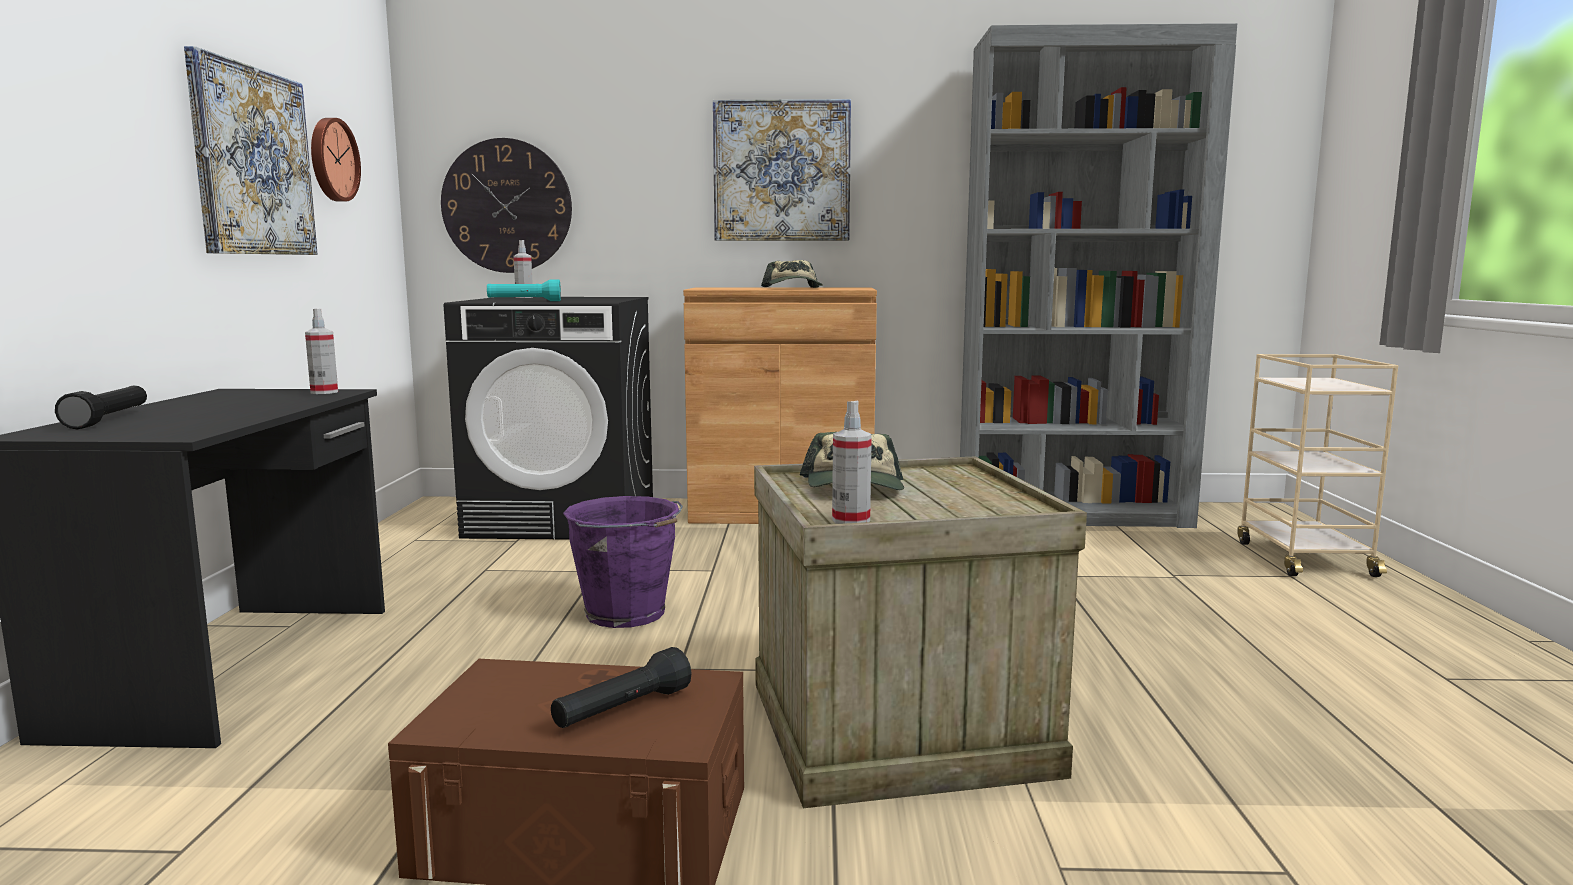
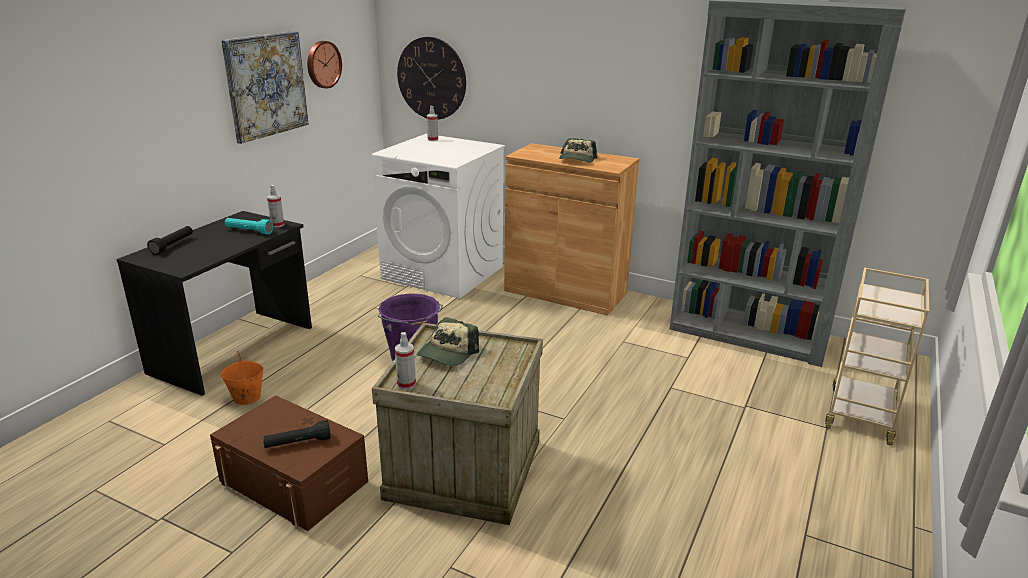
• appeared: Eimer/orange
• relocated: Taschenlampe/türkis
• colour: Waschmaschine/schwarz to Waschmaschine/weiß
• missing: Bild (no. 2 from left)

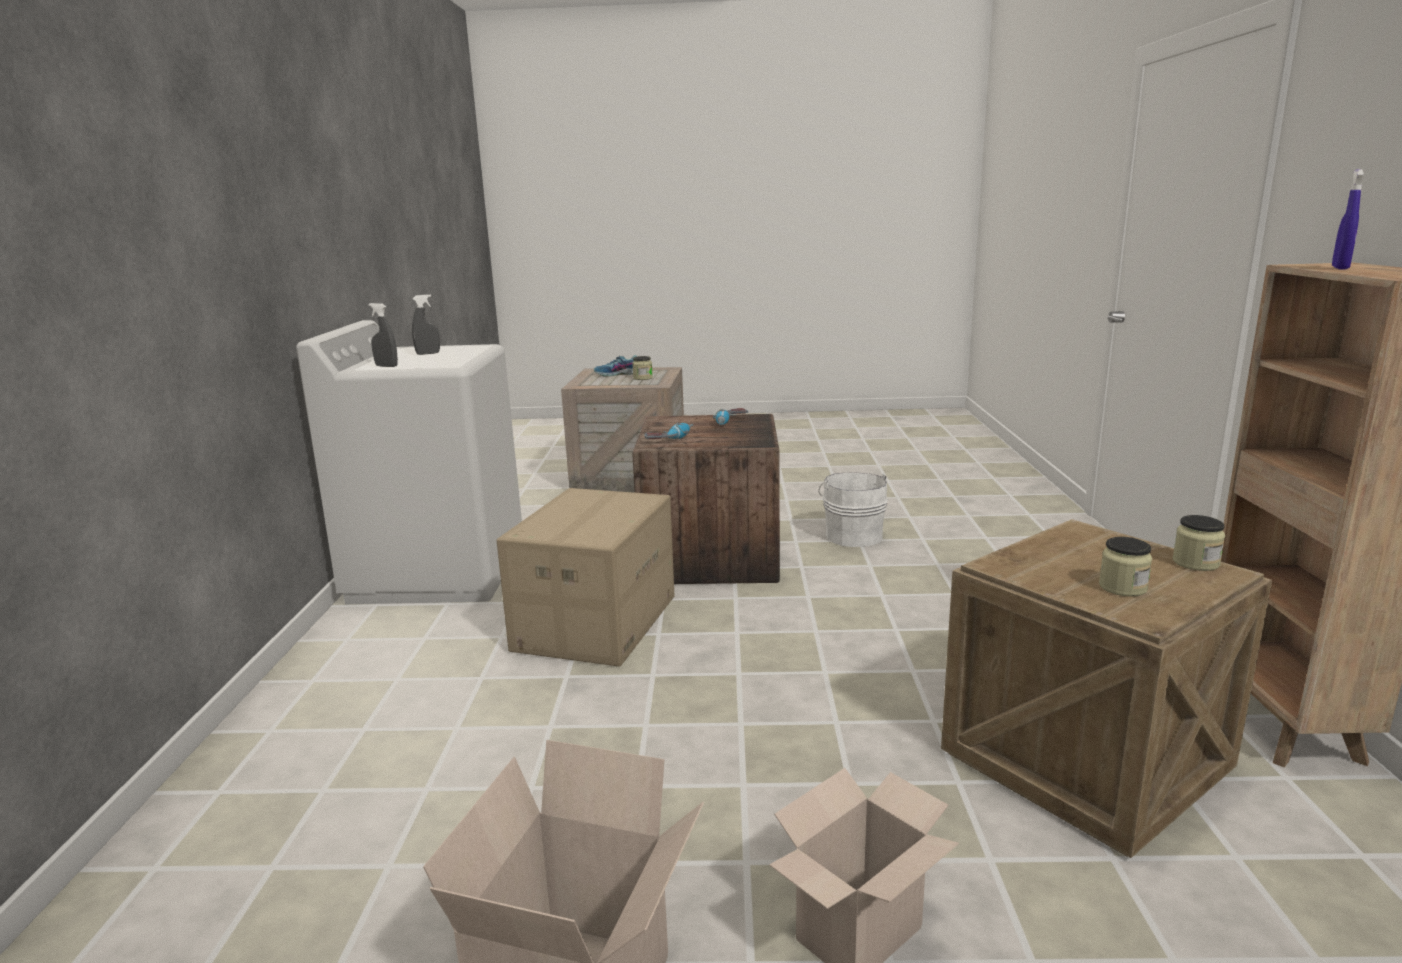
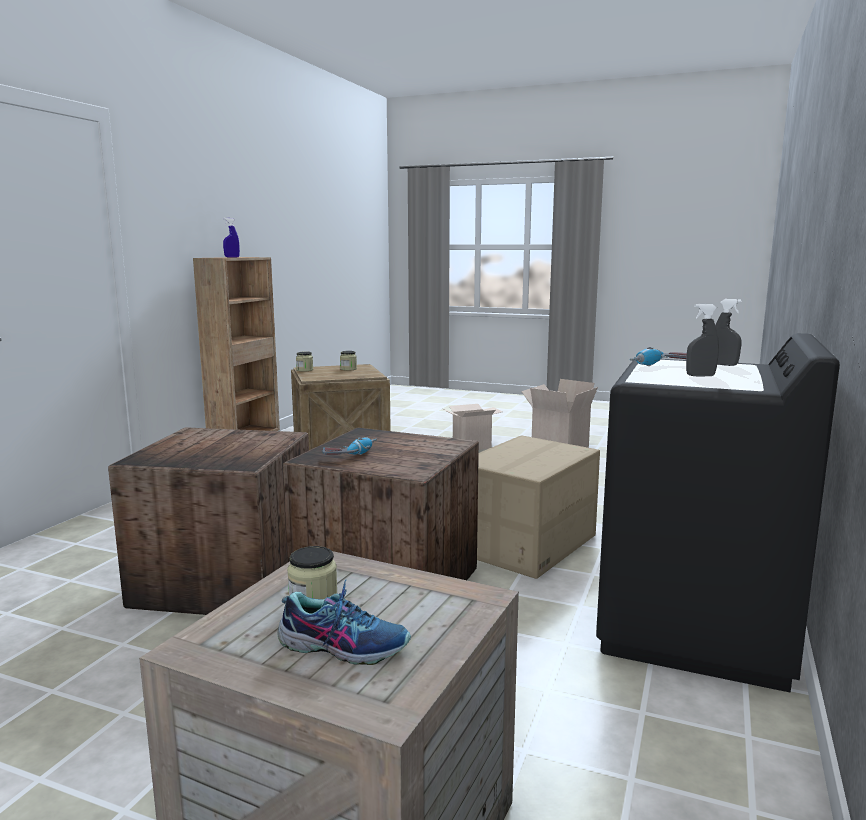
• exchanged: Eimer/weiß to Kiste (no. 1 from left)
• colour: Waschmaschine/weiß to Waschmaschine/schwarz
• relocated: Bohrmaschine (no. 1 from left in the first image) to Bohrmaschine (no. 2 from left)

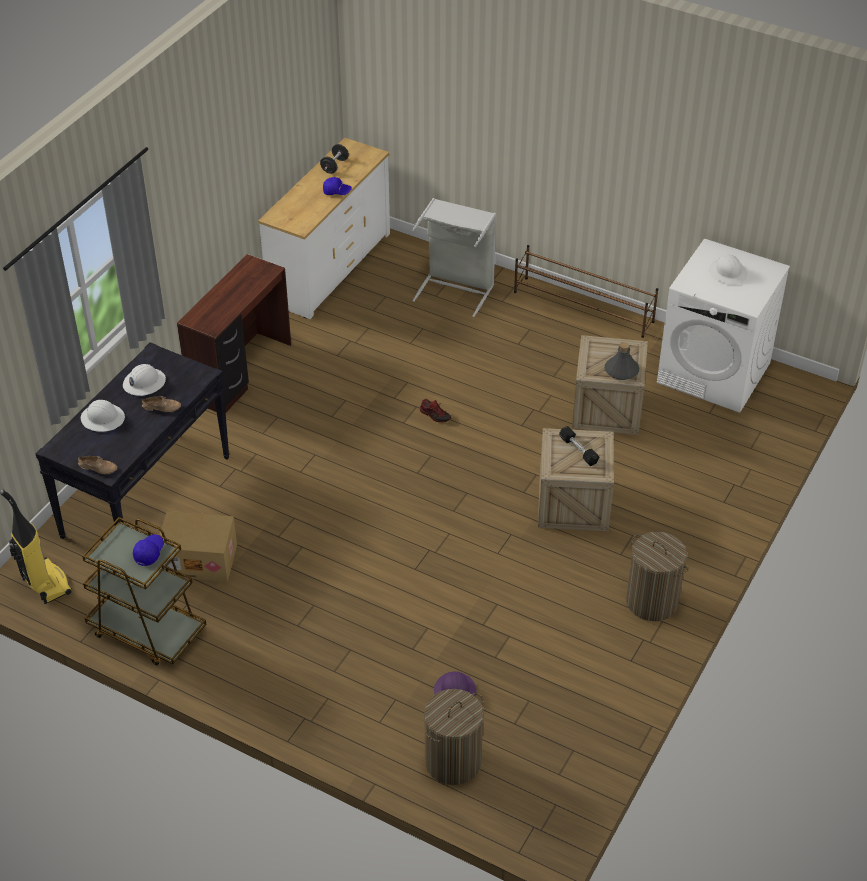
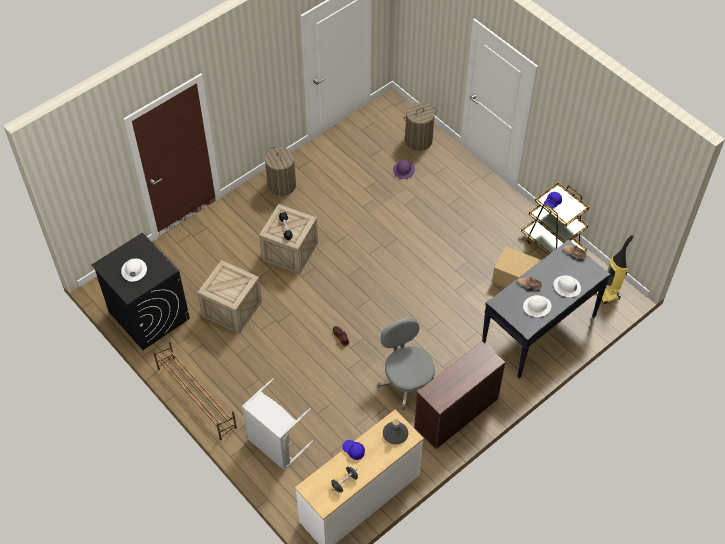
• colour: Waschmaschine/weiß to Waschmaschine/schwarz
• appeared: Bürostuhl/grau
• relocated: Flasche/grau

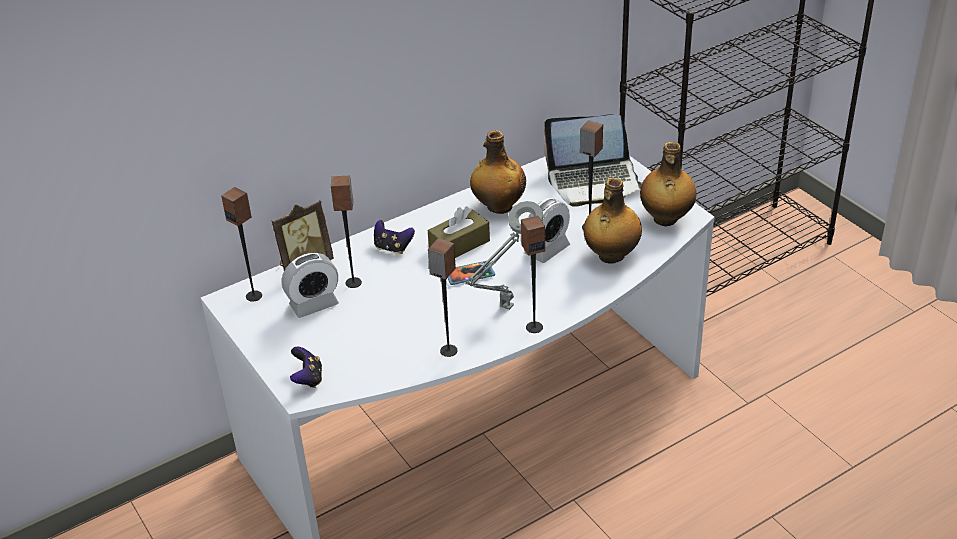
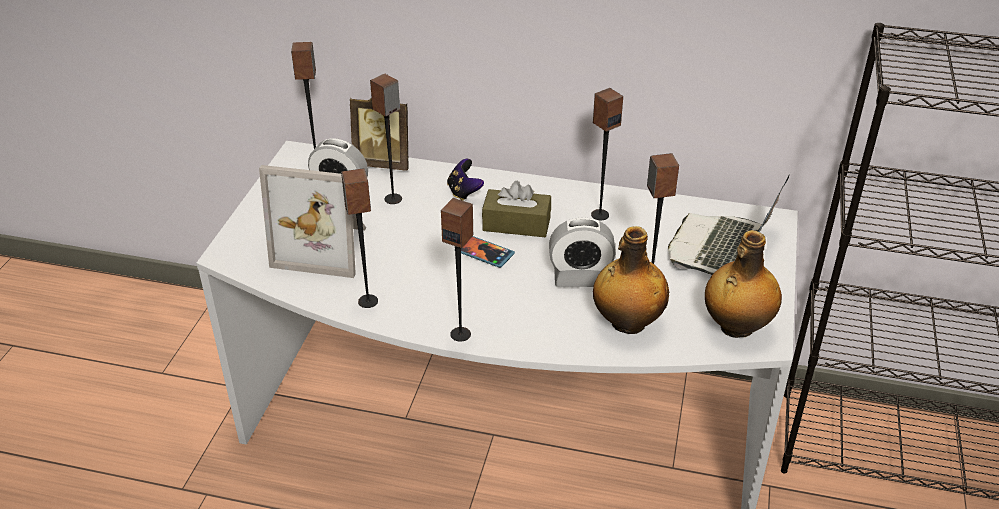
• appeared: Bilderrahmen (no. 1 from left)
• exchanged: Flasche (no. 1 from left) to Lautsprecher (no. 5 from left)
• spun: Laptop 75 degrees clockwise
• missing: Gamepad (no. 1 from left)
• missing: Tischlampe/grau

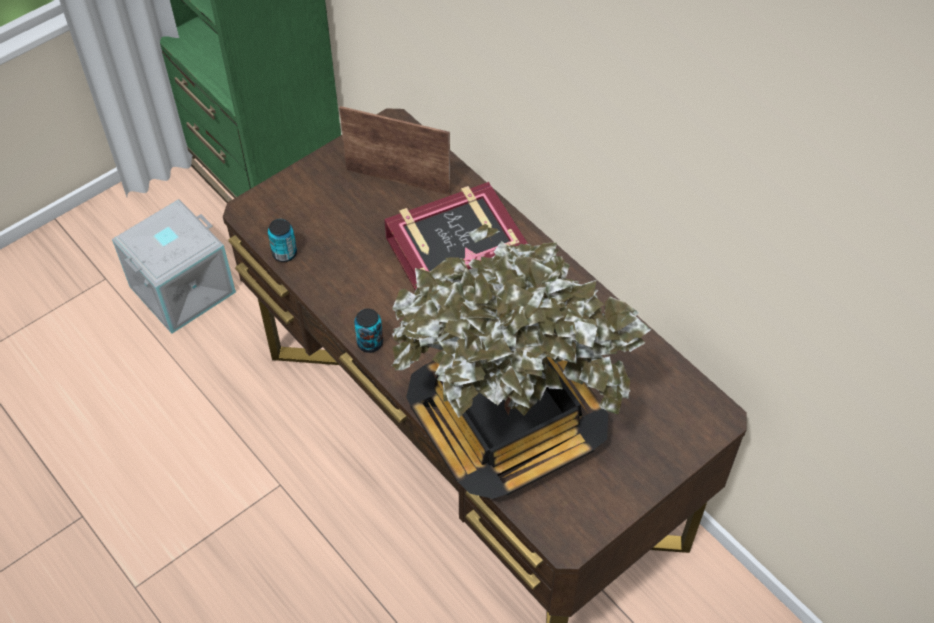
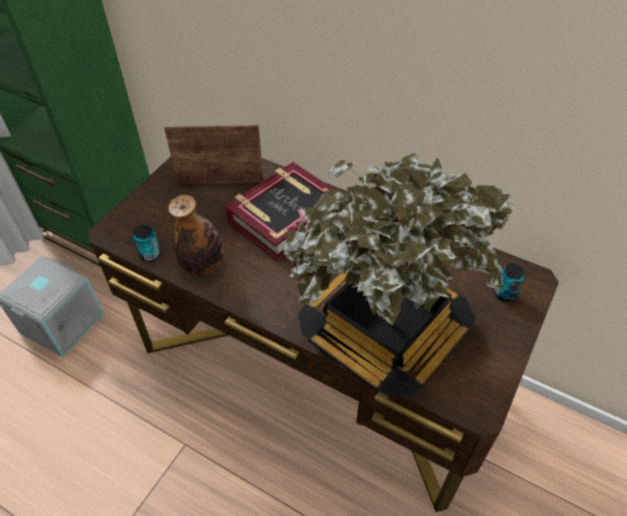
• appeared: Flasche
• relocated: Dose (no. 2 from left)

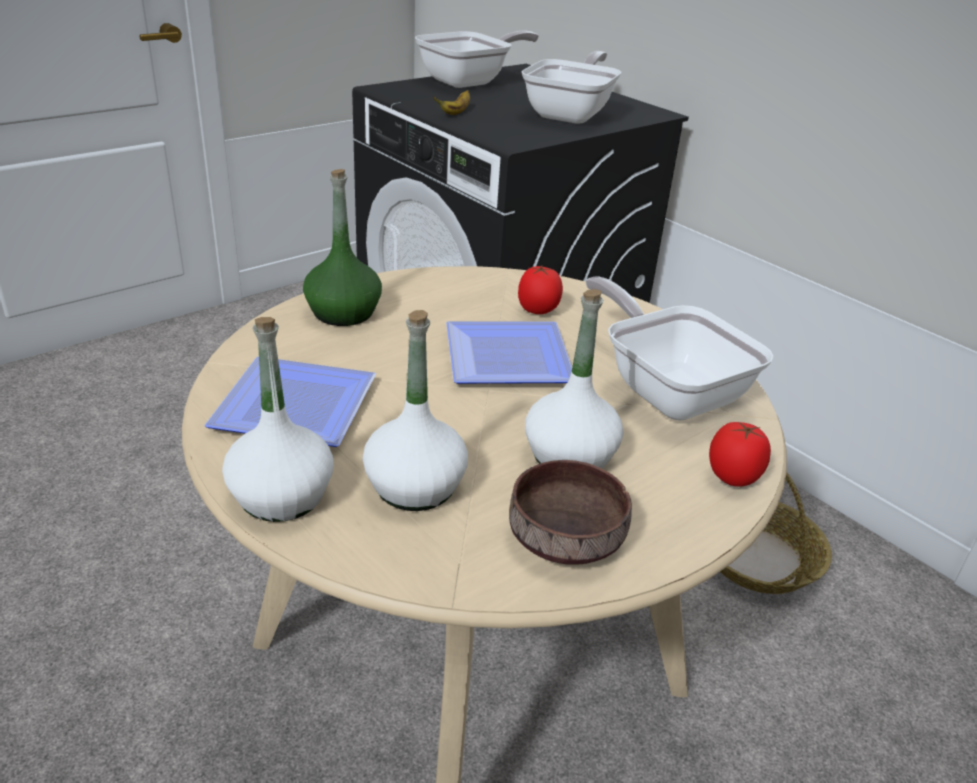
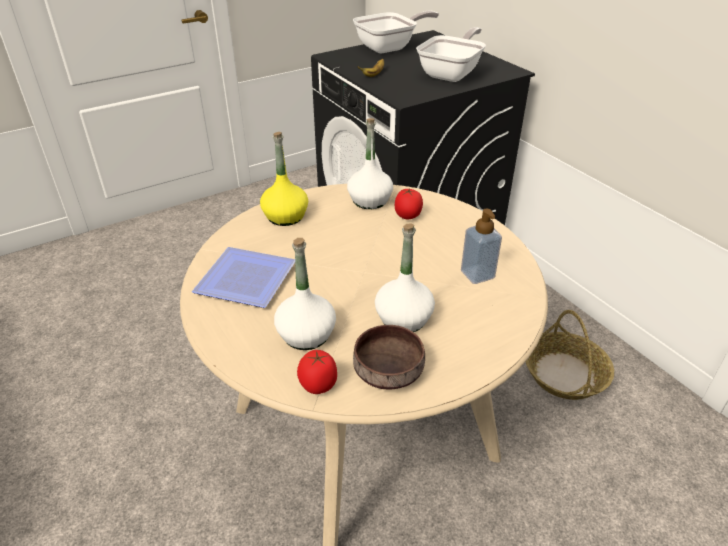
• colour: Flasche/grün to Flasche/gelb
• relocated: Tomate (no. 2 from left in the first image) to Tomate (no. 1 from left)
• relocated: Flasche/weiß (no. 1 from left in the first image) to Flasche/weiß (no. 2 from left)
• exchanged: Pfanne (no. 3 from left) to Seifenspender
• missing: Teller (no. 2 from left)

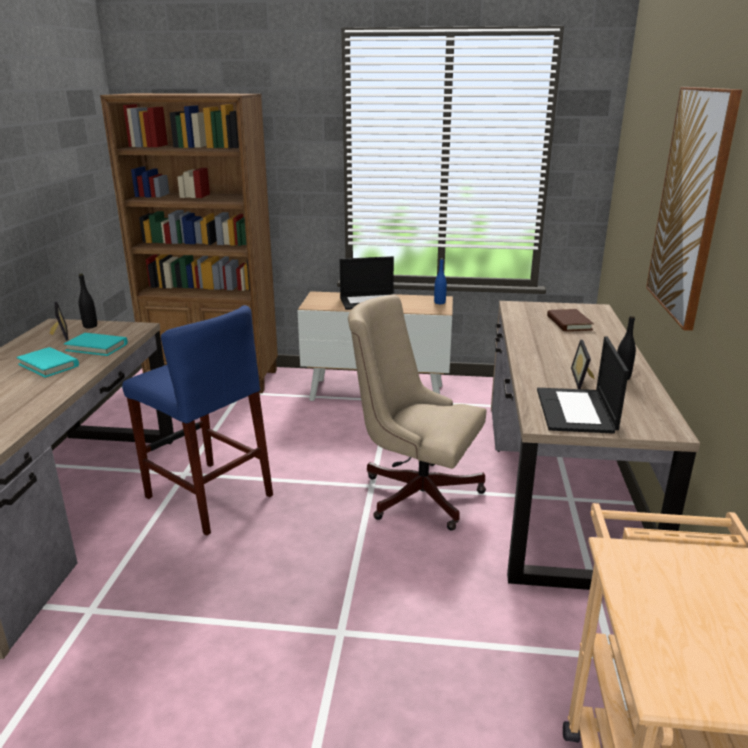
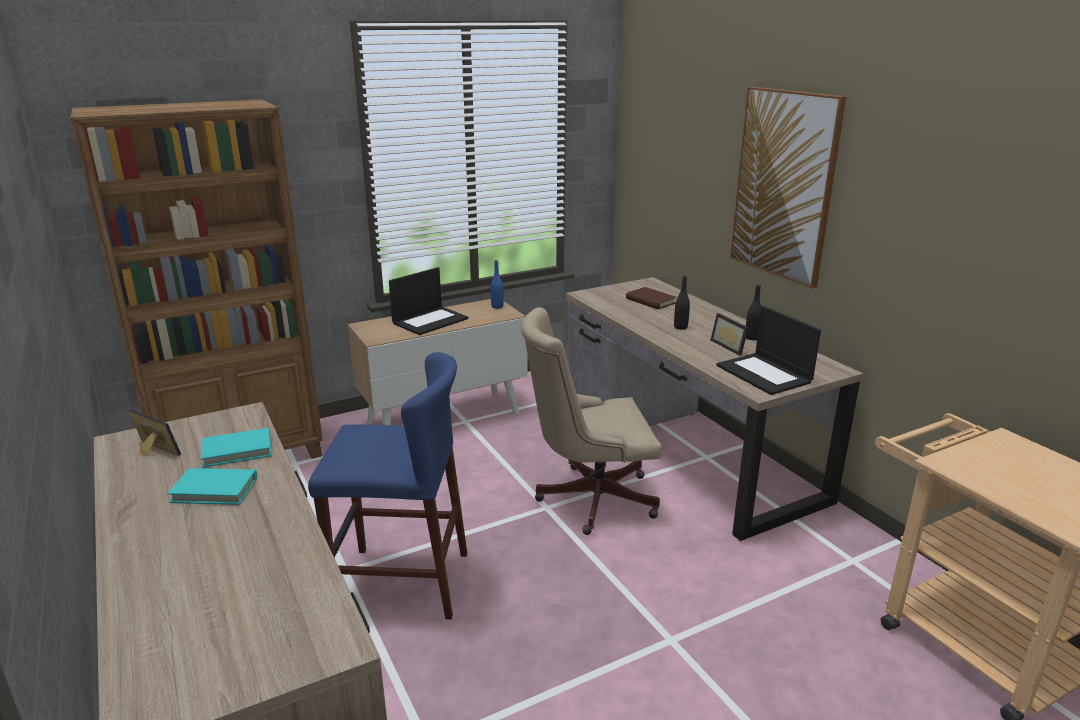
• relocated: Flasche/schwarz (no. 1 from left)

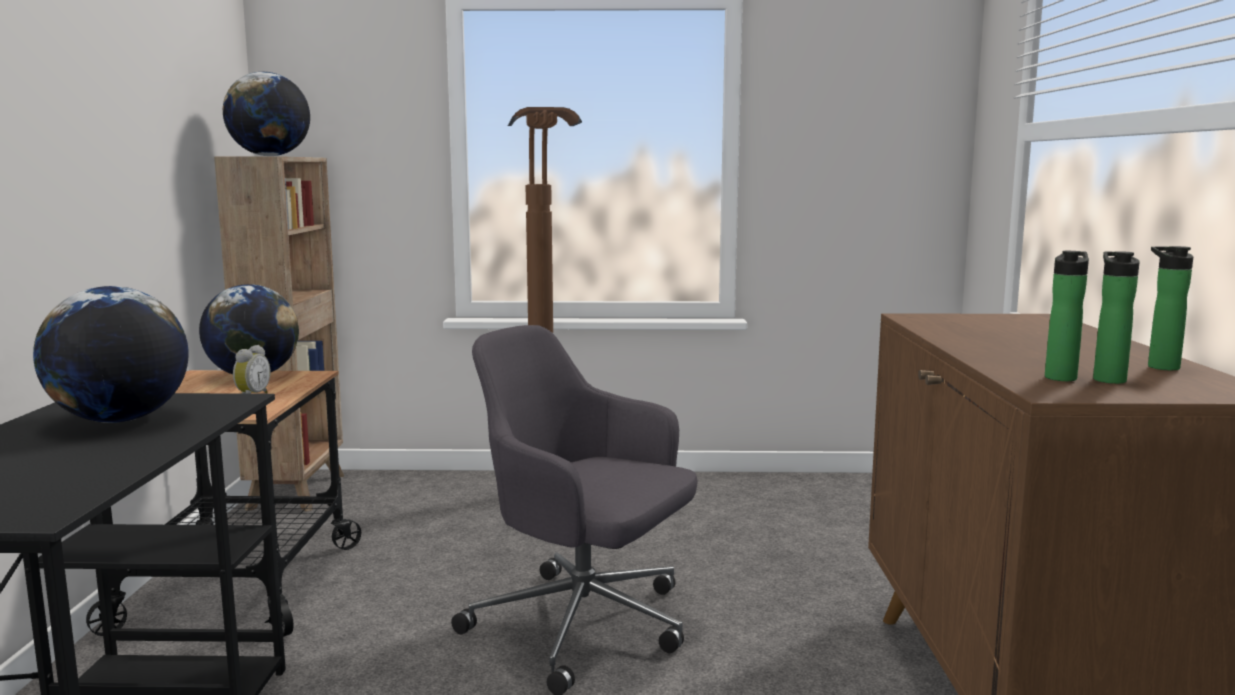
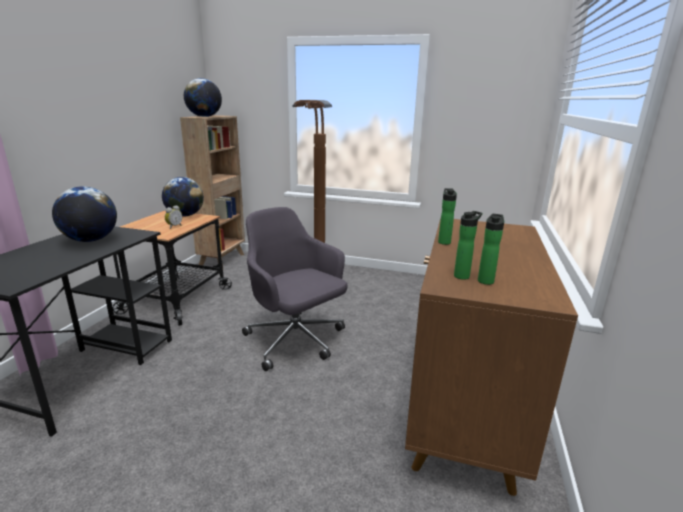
• relocated: Flasche (no. 3 from left in the first image) to Flasche (no. 1 from left)

